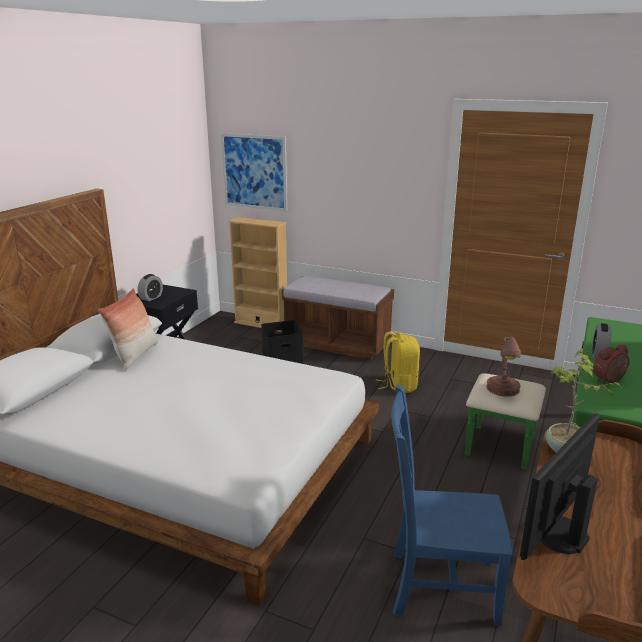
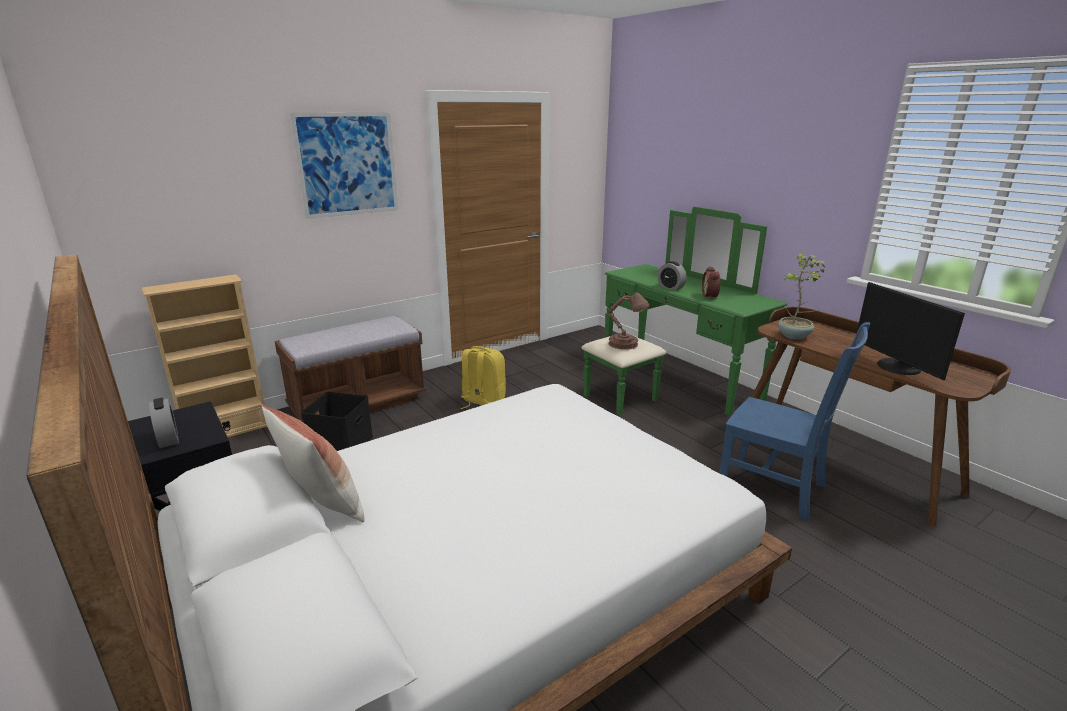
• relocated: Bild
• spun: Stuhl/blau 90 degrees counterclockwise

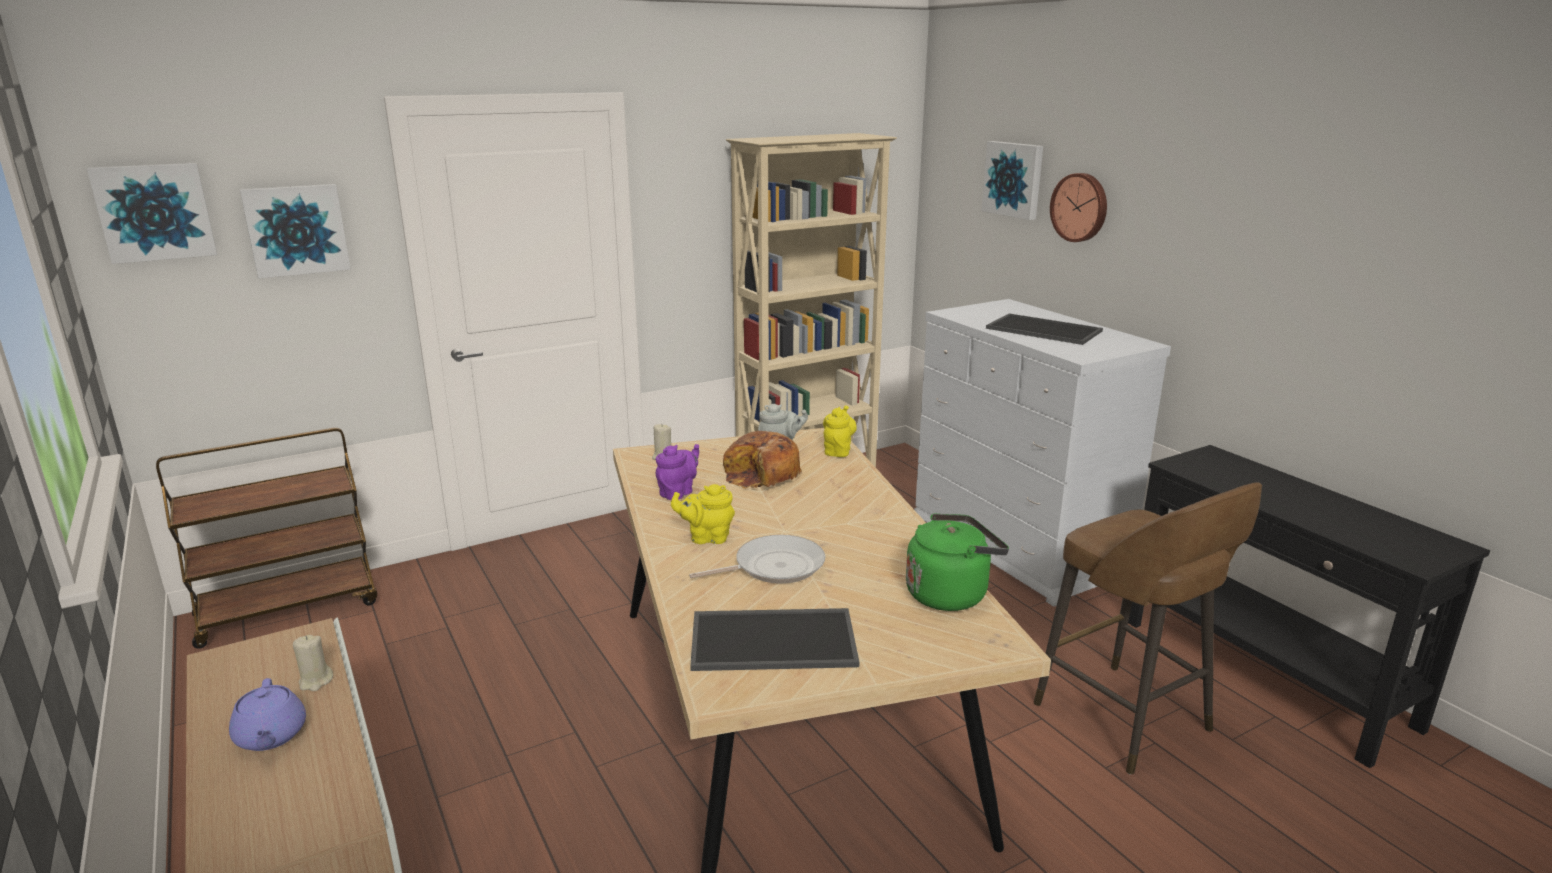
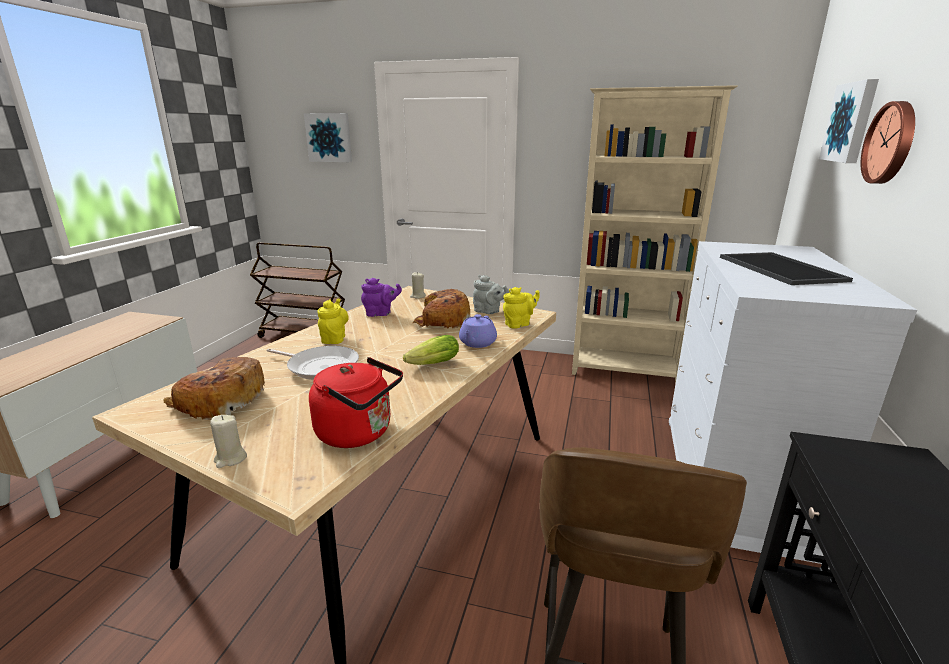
• exchanged: Tablett (no. 1 from left) to Brot (no. 1 from left)
• relocated: Kerze/beige (no. 1 from left)
• colour: Wasserkessel/grün to Wasserkessel/rot
• spun: Teekanne/gelb (no. 1 from left) 45 degrees clockwise
• appeared: Salatkopf
• relocated: Teekanne/lila (no. 1 from left in the first image) to Teekanne/lila (no. 2 from left)
• missing: Bild (no. 1 from left)

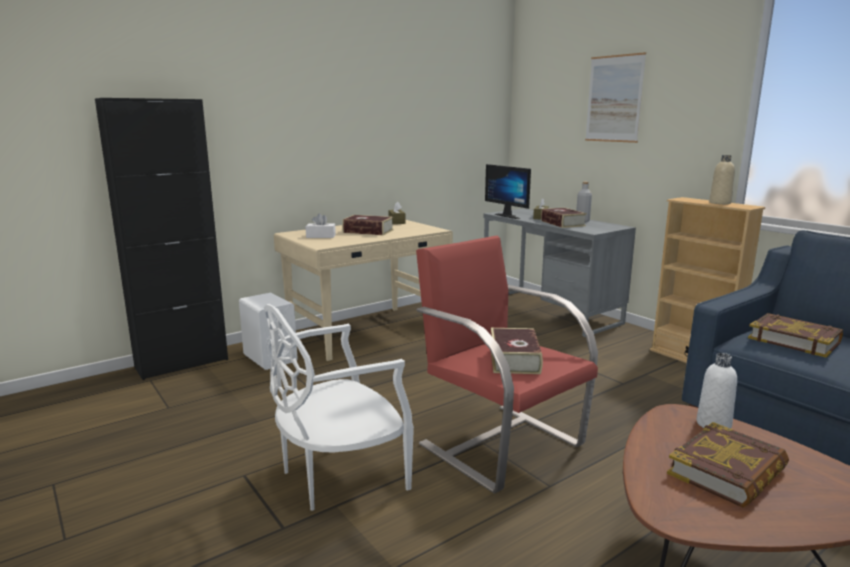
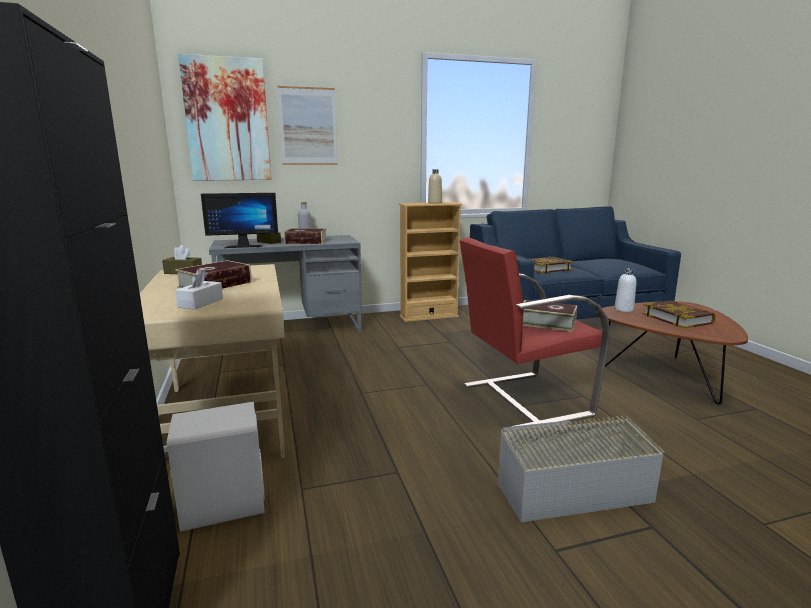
• appeared: Bild (no. 1 from left)
• exchanged: Stuhl/weiß to Aufbewahrungsbox/grau

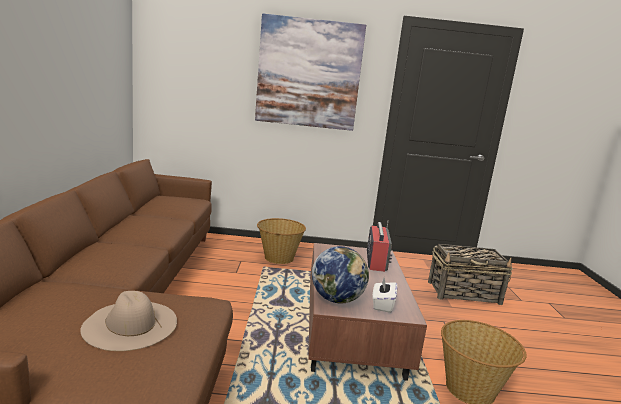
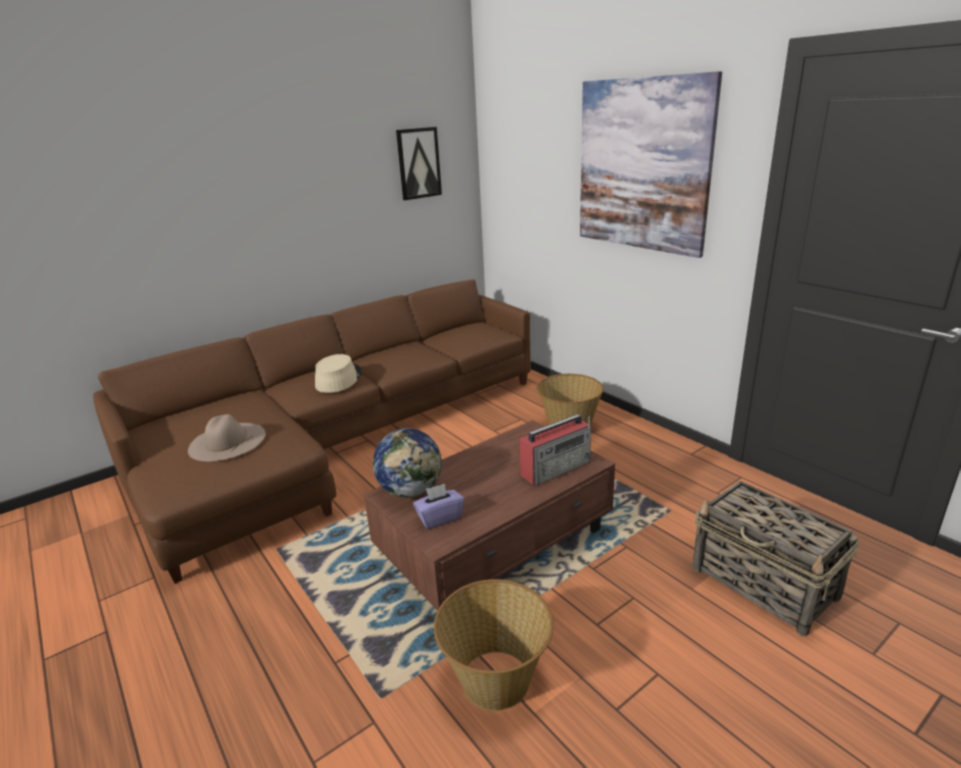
• appeared: Hut/beige (no. 2 from left)
• appeared: Bild (no. 1 from left)
• colour: Taschentuchbox/weiß to Taschentuchbox/lila

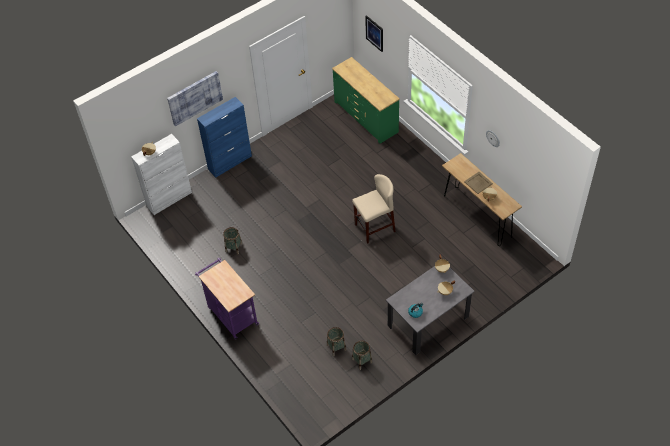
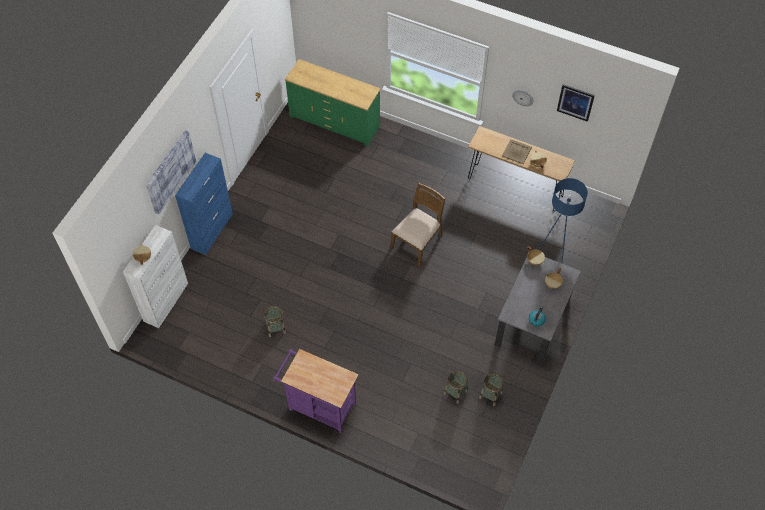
• exchanged: Hocker/beige to Stuhl/braun
• appeared: Stehlampe/blau
• relocated: Bild (no. 2 from left)

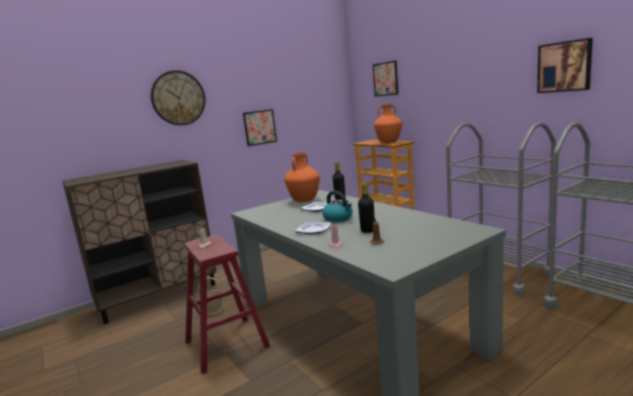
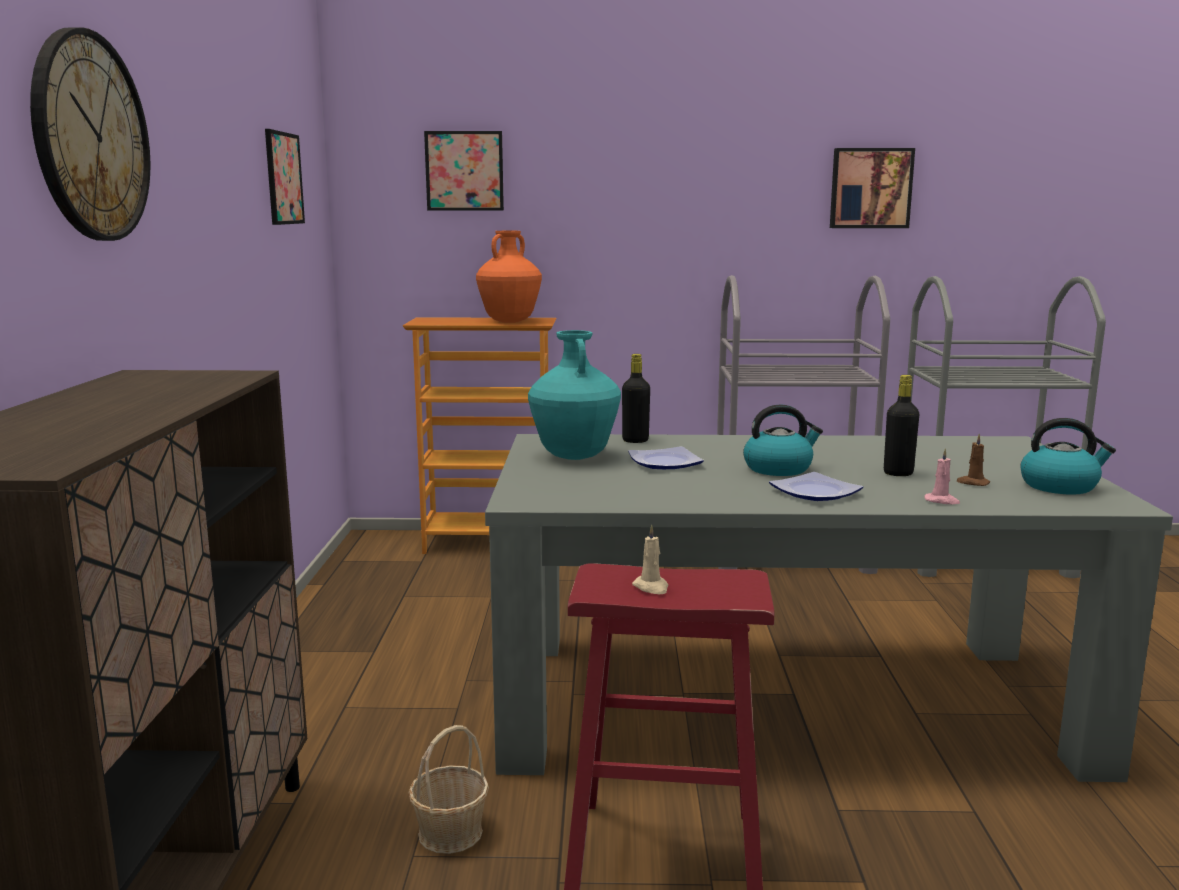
• relocated: Bild (no. 1 from left)
• colour: Vase/orange (no. 1 from left) to Vase/türkis
• appeared: Wasserkessel (no. 2 from left)

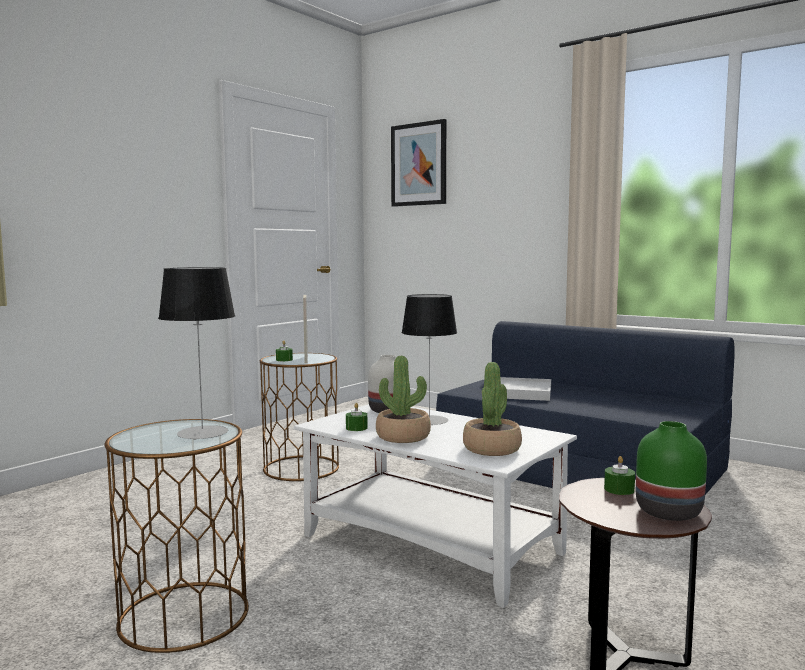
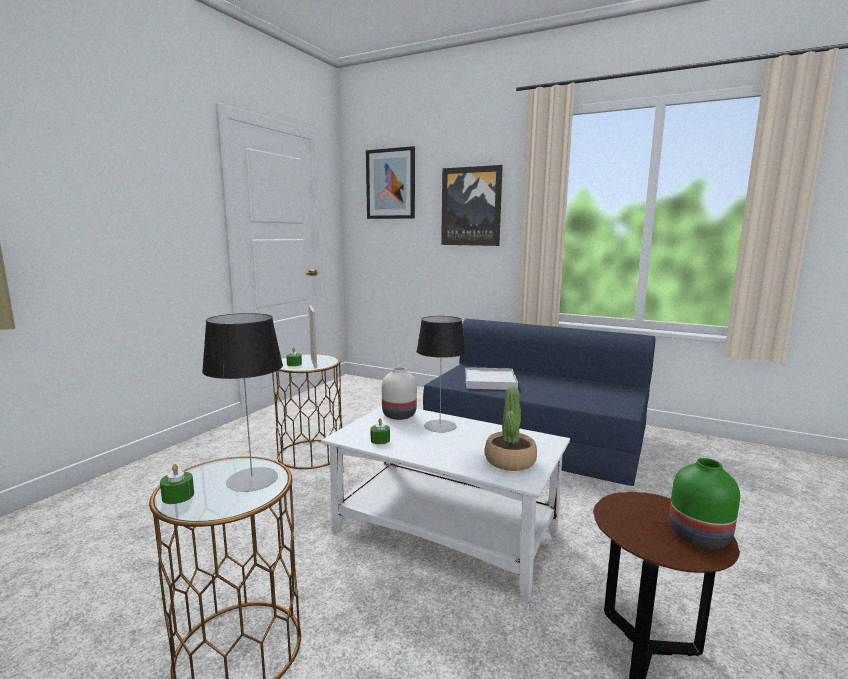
• relocated: Kerze/grün (no. 3 from left in the first image) to Kerze/grün (no. 1 from left)
• appeared: Bild (no. 2 from left)
• missing: Topfpflanze (no. 1 from left)

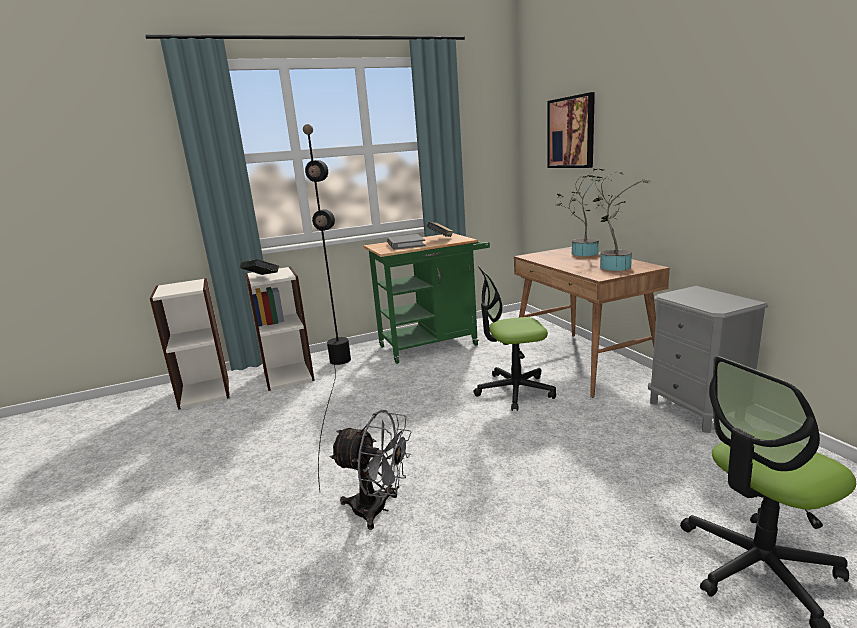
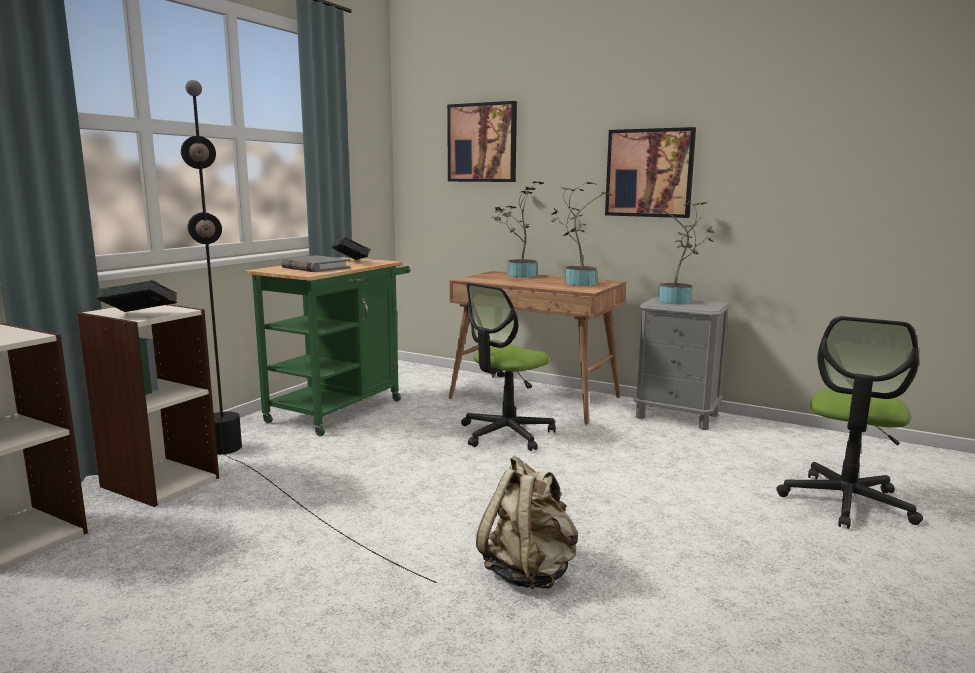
• exchanged: Ventilator/grau to Rucksack/beige
• appeared: Bild (no. 2 from left)
• appeared: Topfpflanze (no. 3 from left)

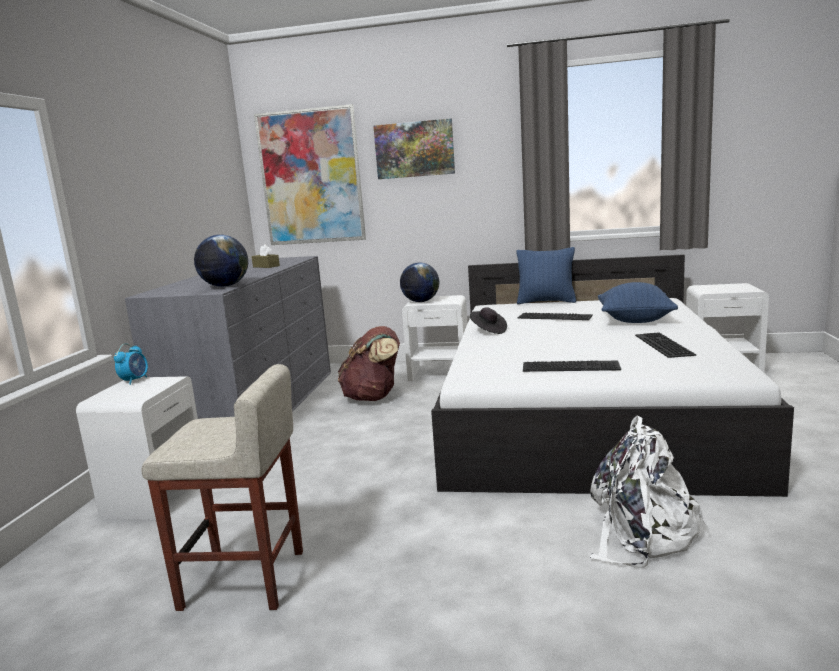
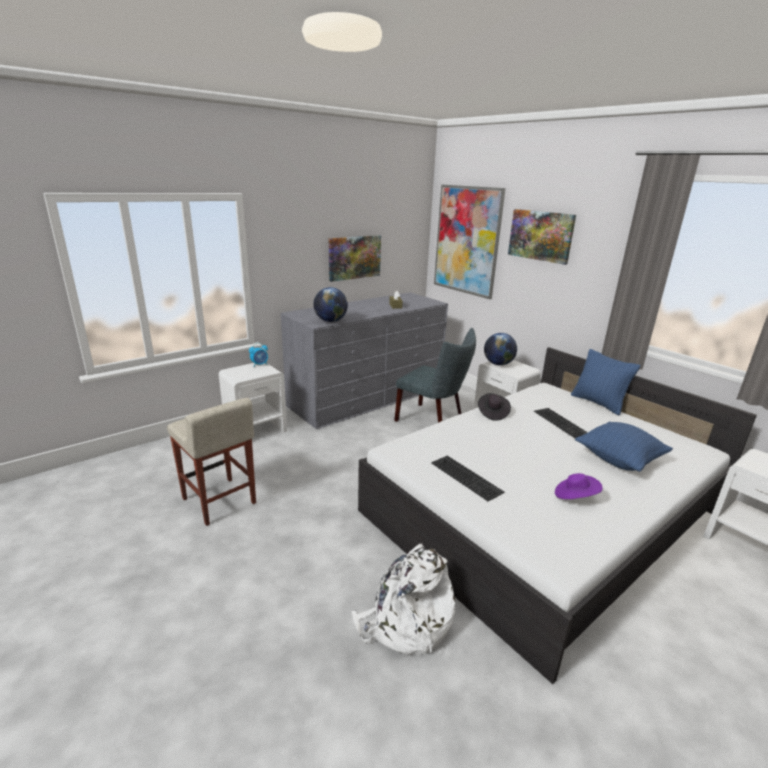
• appeared: Bild (no. 1 from left)
• exchanged: Rucksack/braun to Stuhl/grau
• exchanged: Tastatur (no. 3 from left) to Hut/lila

